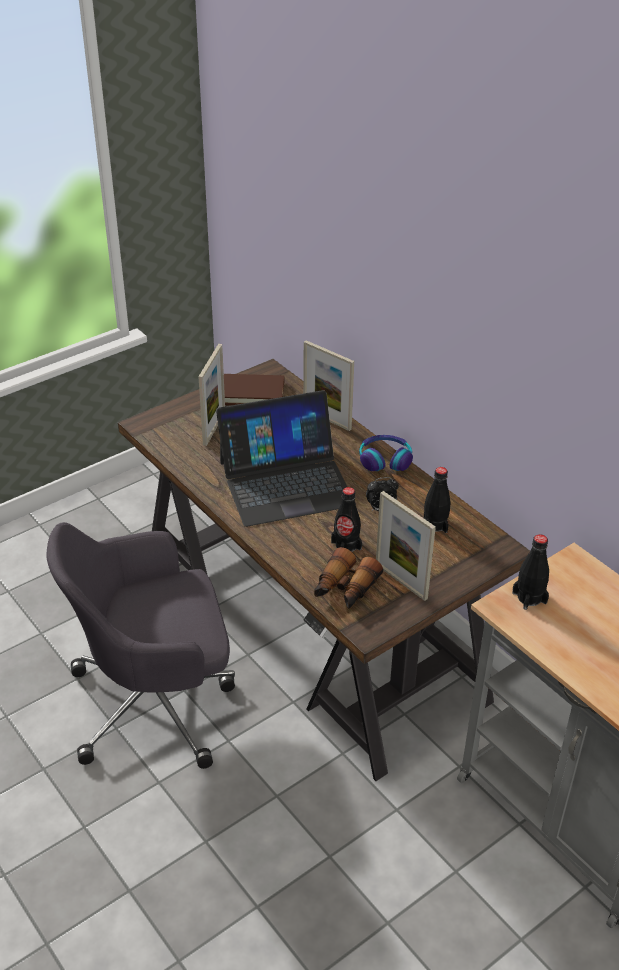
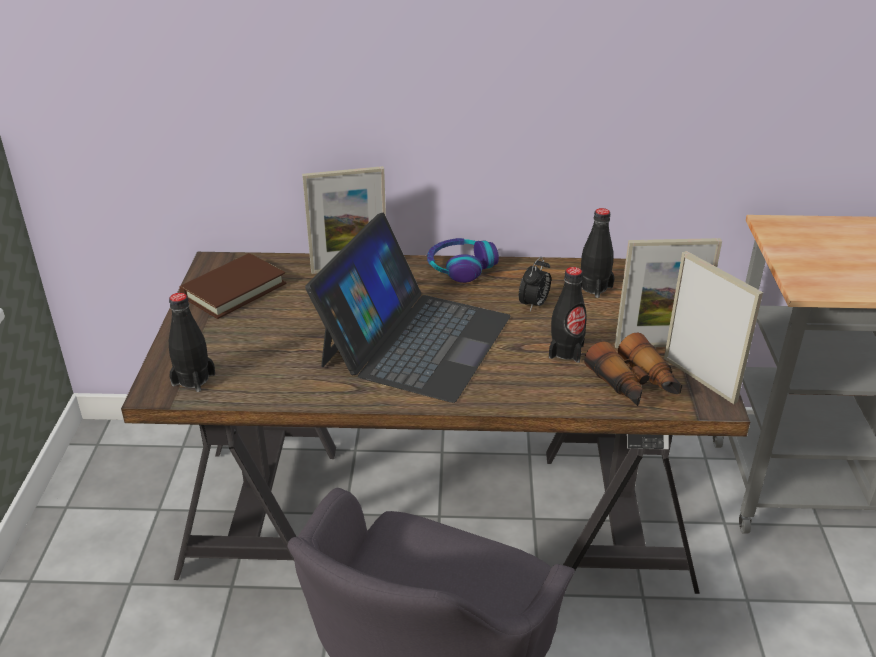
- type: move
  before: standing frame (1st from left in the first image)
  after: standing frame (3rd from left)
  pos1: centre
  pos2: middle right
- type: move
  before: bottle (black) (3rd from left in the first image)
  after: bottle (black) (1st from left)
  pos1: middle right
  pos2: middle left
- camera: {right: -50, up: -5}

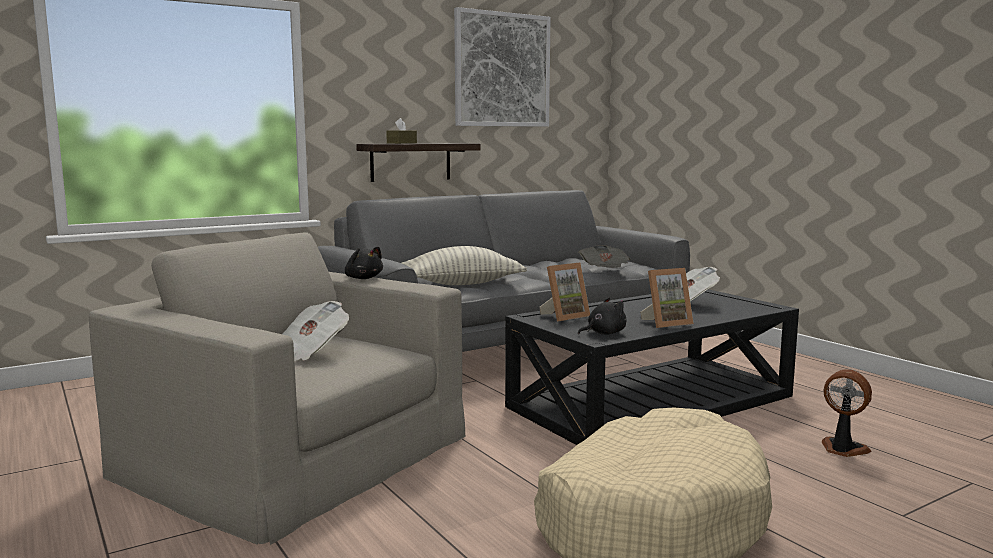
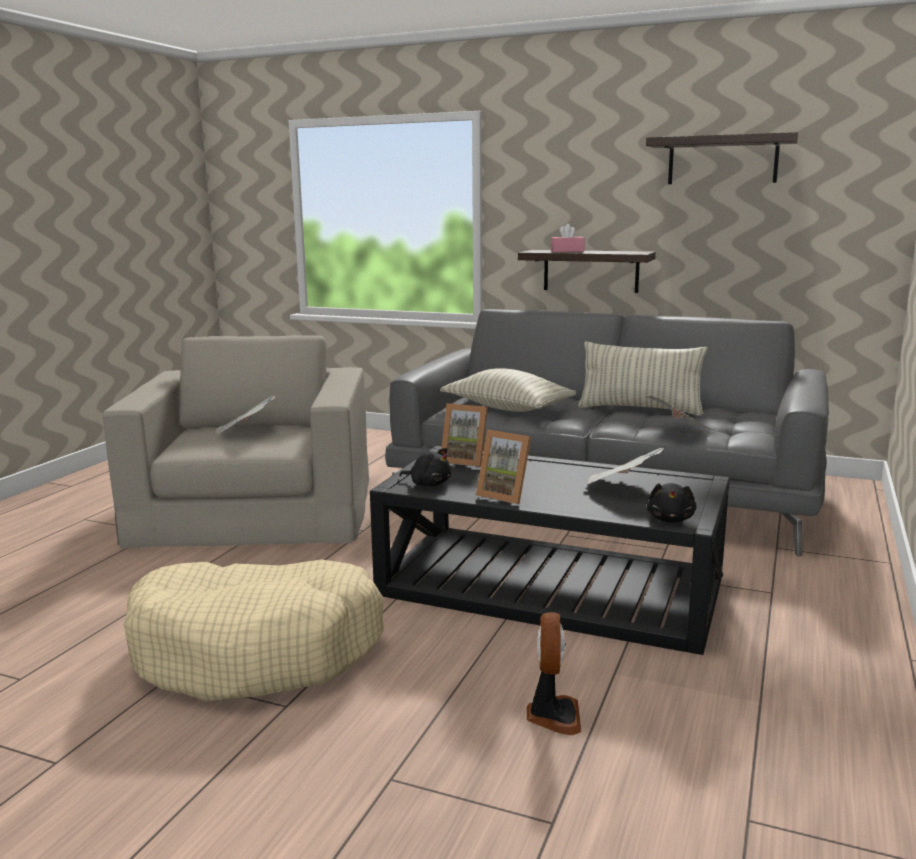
- type: insert
  after: cushion (2nd from left)
  pos2: middle right
- type: move
  before: soft toy (black) (1st from left in the first image)
  after: soft toy (black) (2nd from left)
  pos1: centre
  pos2: middle right
- type: replace
  before: wall art
  after: shelf (2nd from left)
  pos1: top centre
  pos2: top right
- type: recolor
  before: box of tissues (brown)
  after: box of tissues (pink)
  pos1: top centre
  pos2: top centre
- camera: {right: 55, up: 5}

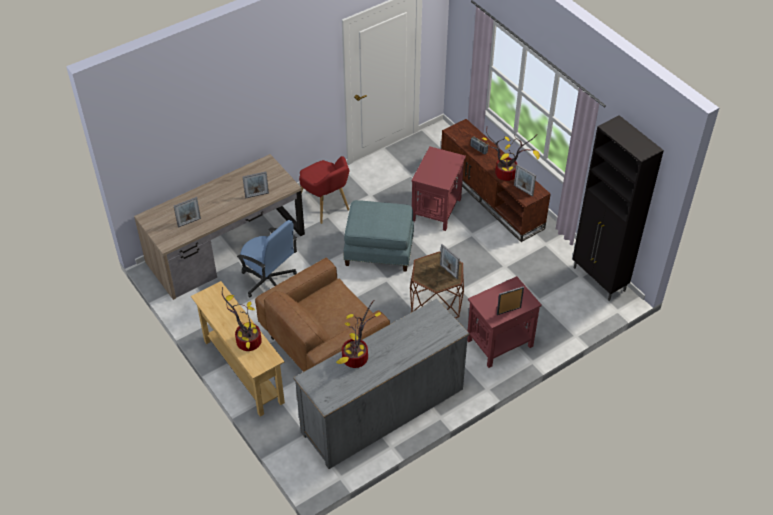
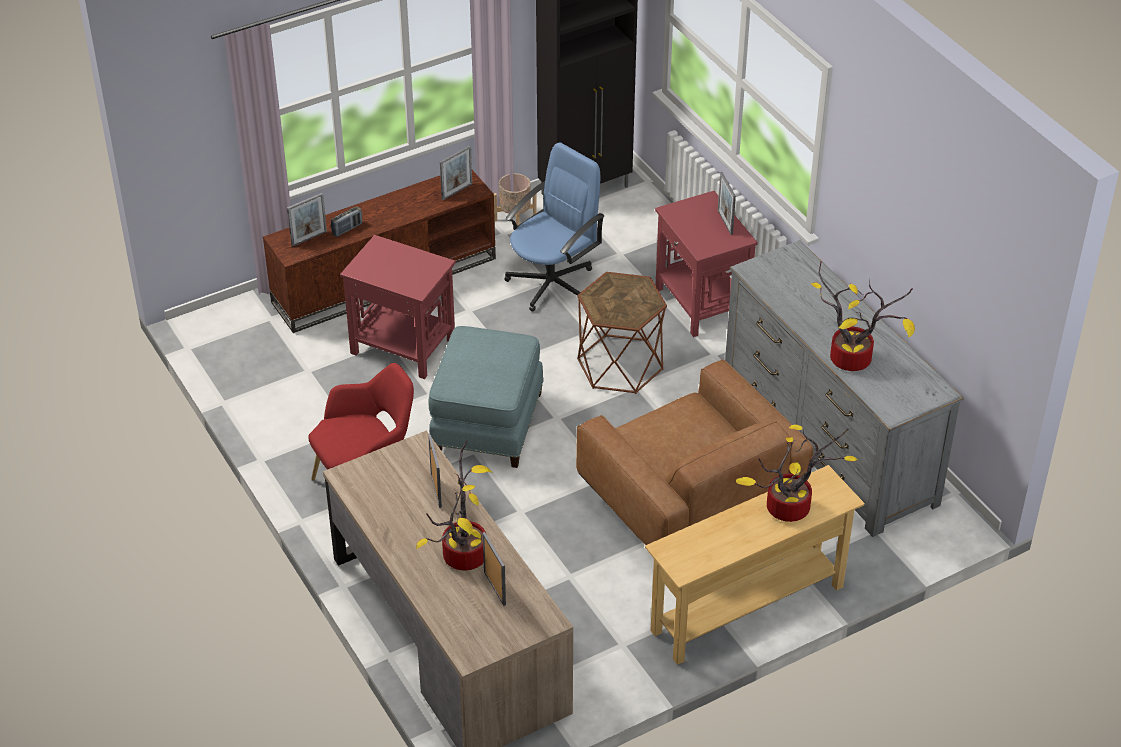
- type: insert
  after: flower pot (beige)
  pos2: top centre
- type: move
  before: office chair (bluish)
  pos1: centre
  pos2: top centre
- type: move
  before: standing frame (3rd from left in the first image)
  after: standing frame (1st from left)
  pos1: centre
  pos2: top left
- type: move
  before: potted plant (3rd from left in the first image)
  after: potted plant (1st from left)
  pos1: top centre
  pos2: bottom centre
- camera: {right: -85, up: -5}

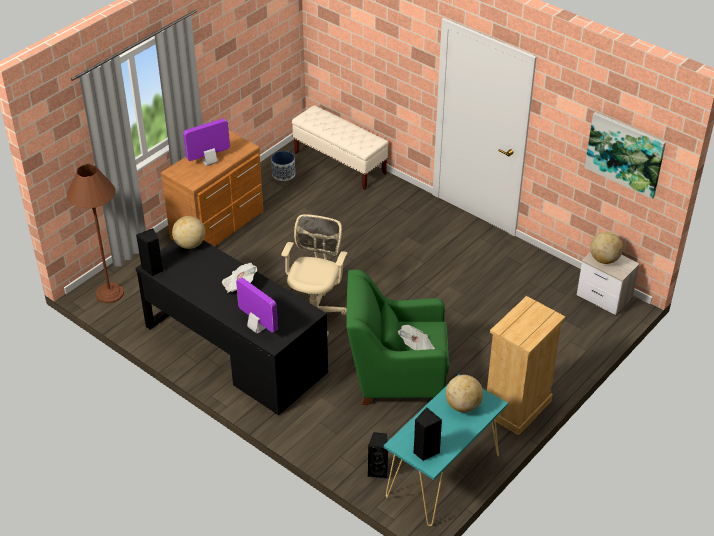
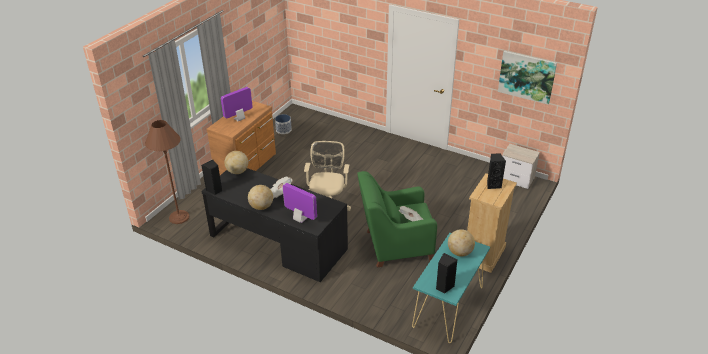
- type: delete
  before: long seat (beige)
  pos1: top centre
- type: move
  before: speaker (black) (2nd from left in the first image)
  after: speaker (black) (3rd from left)
  pos1: bottom centre
  pos2: middle right
- type: move
  before: desk globe (3rd from left in the first image)
  after: desk globe (2nd from left)
  pos1: middle right
  pos2: centre
- camera: {right: -10, up: -5}

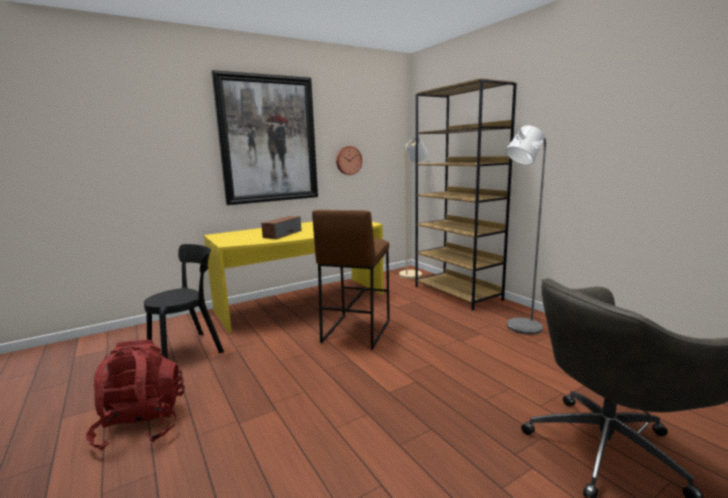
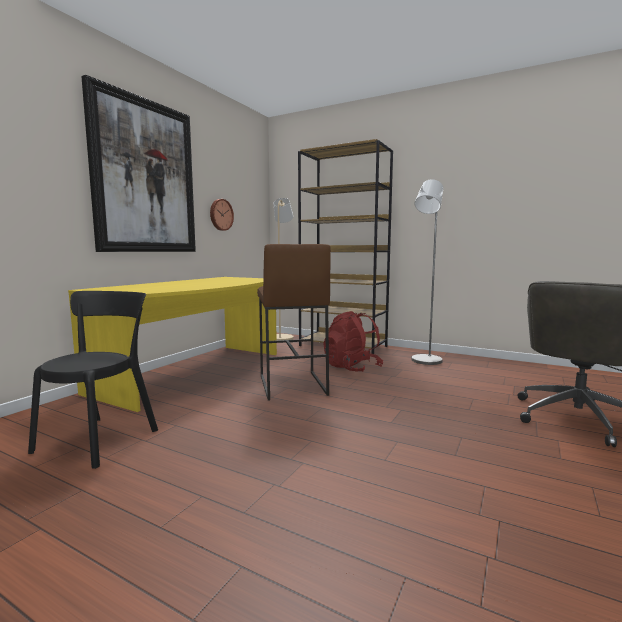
- type: delete
  before: speaker
  pos1: centre
- type: move
  before: knapsack (red)
  pos1: bottom left
  pos2: centre
- camera: {right: -30, up: -5}

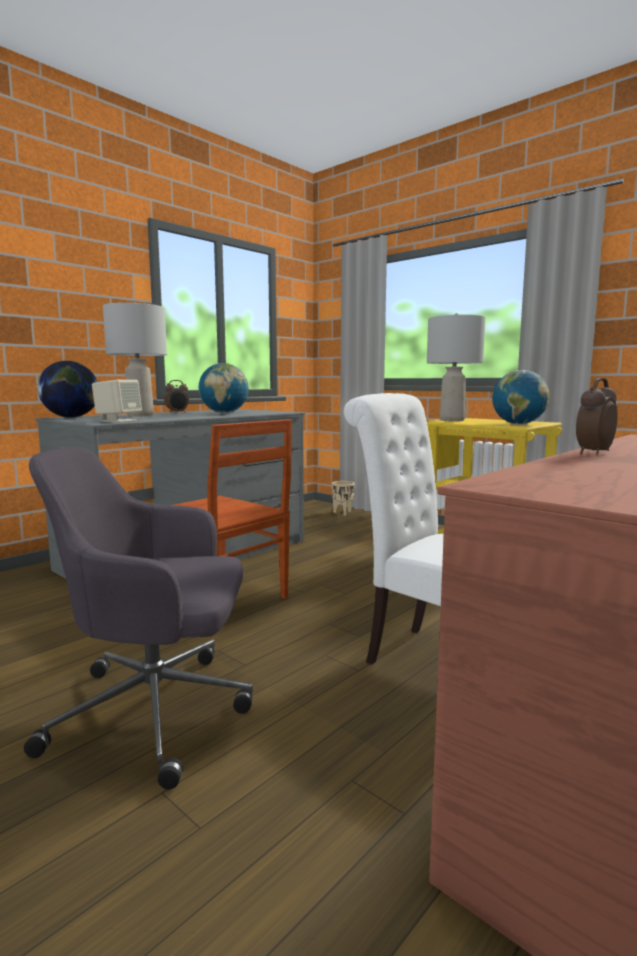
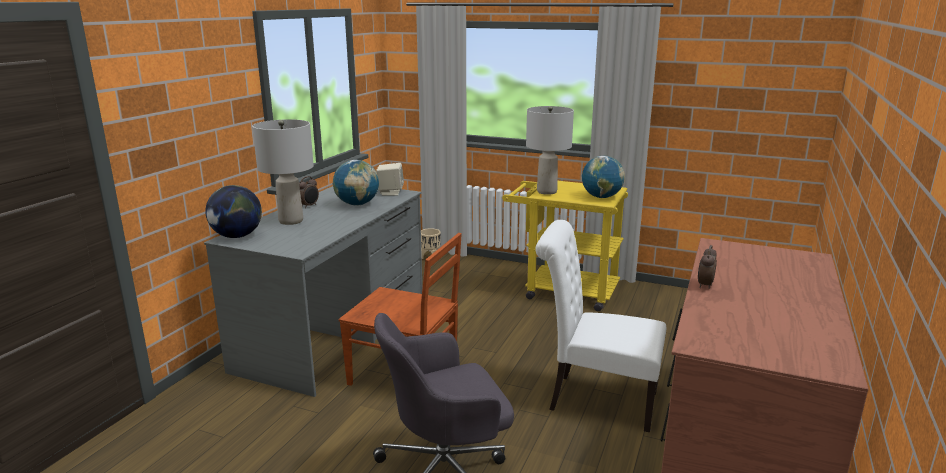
- type: move
  before: speaker (beige)
  pos1: middle left
  pos2: centre
- camera: {right: -20, up: 10}

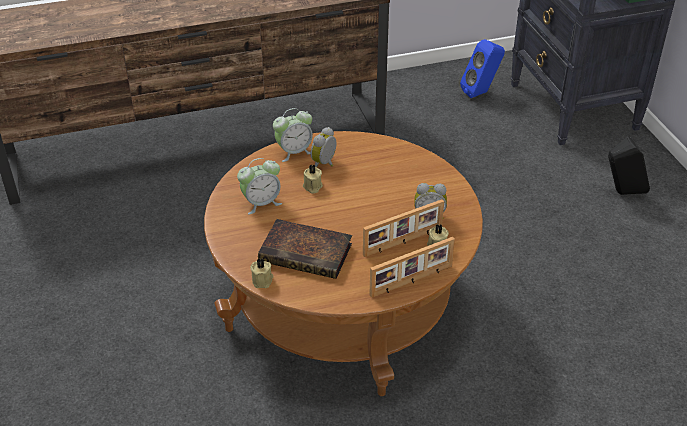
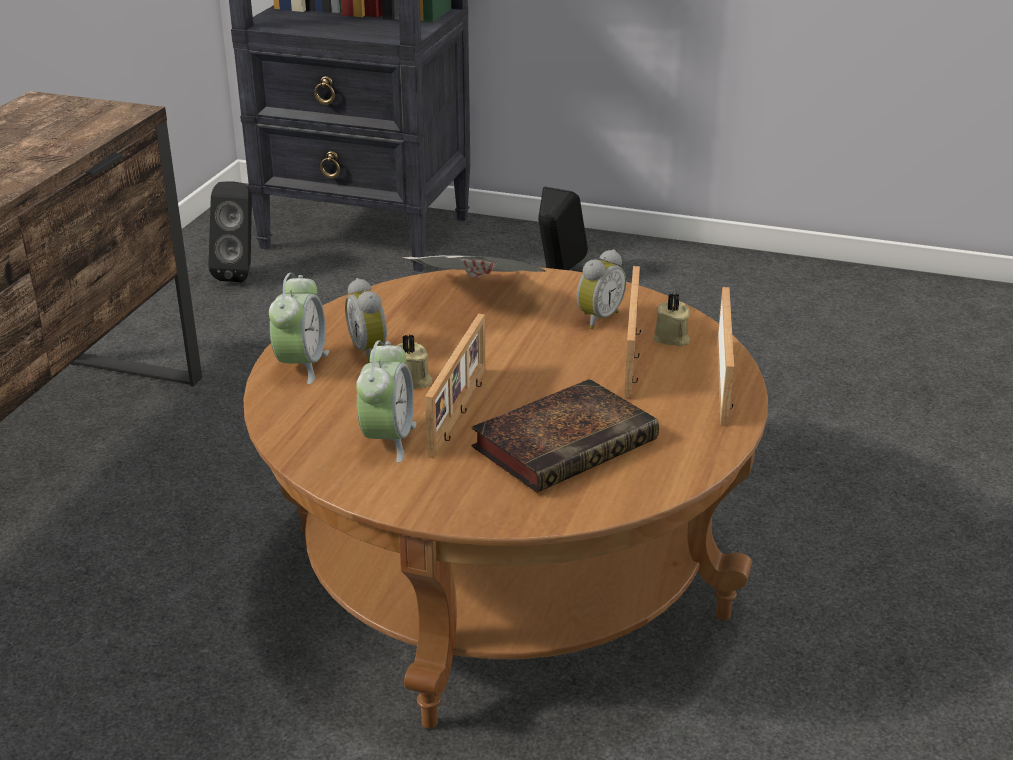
- type: delete
  before: wax candle (beige) (1st from left)
  pos1: centre
- type: insert
  after: newspaper
  pos2: centre
- type: insert
  after: standing frame (1st from left)
  pos2: centre
- type: recolor
  before: speaker (bluish)
  after: speaker (black) (1st from left)
  pos1: top right
  pos2: top left
- camera: {right: -55, up: -10}

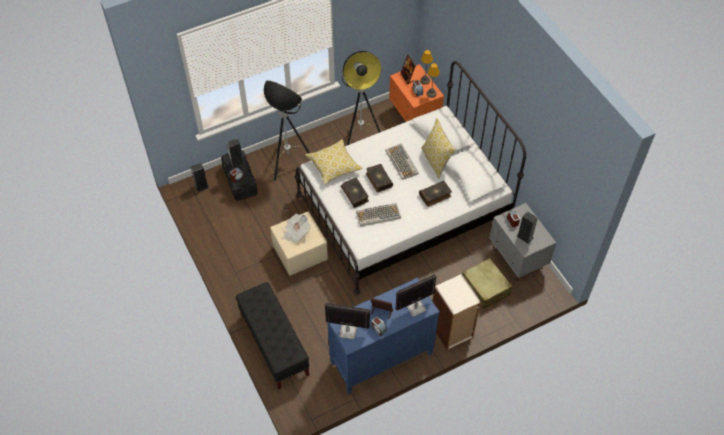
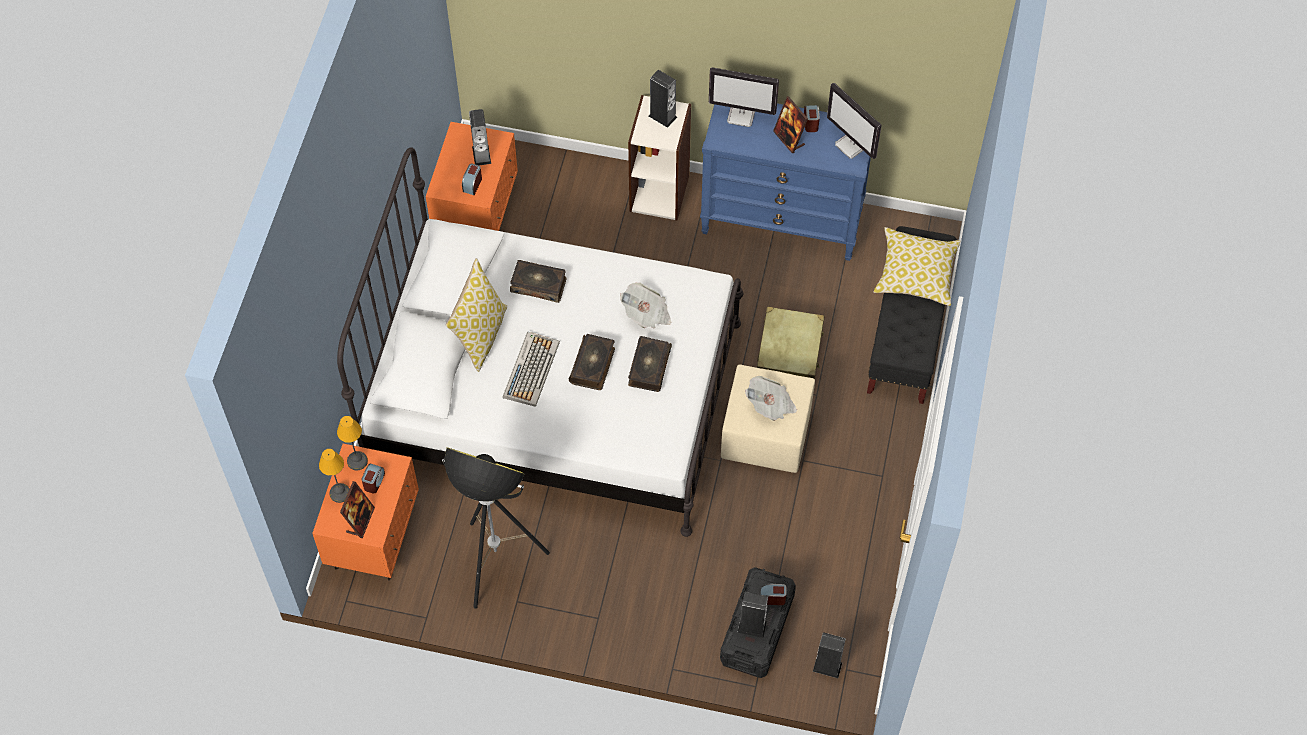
- type: delete
  before: standing lamp (1st from left)
  pos1: top centre
- type: insert
  after: speaker (2nd from left)
  pos2: top centre
- type: move
  before: cushion (1st from left in the first image)
  after: cushion (2nd from left)
  pos1: centre
  pos2: middle right
- type: move
  before: travel case (beige)
  pos1: middle right
  pos2: centre
- type: replace
  before: PC keyboard (1st from left)
  after: newspaper (1st from left)
  pos1: centre
  pos2: centre
- type: recolor
  before: bedside table (greyish)
  after: bedside table (orange-coloured) (2nd from left)
  pos1: middle right
  pos2: top centre
- camera: {right: -140, up: 5}

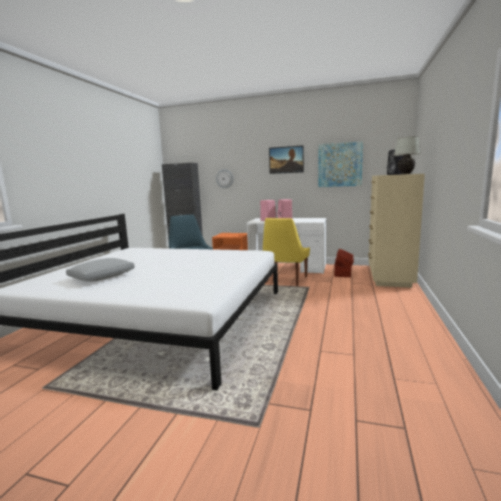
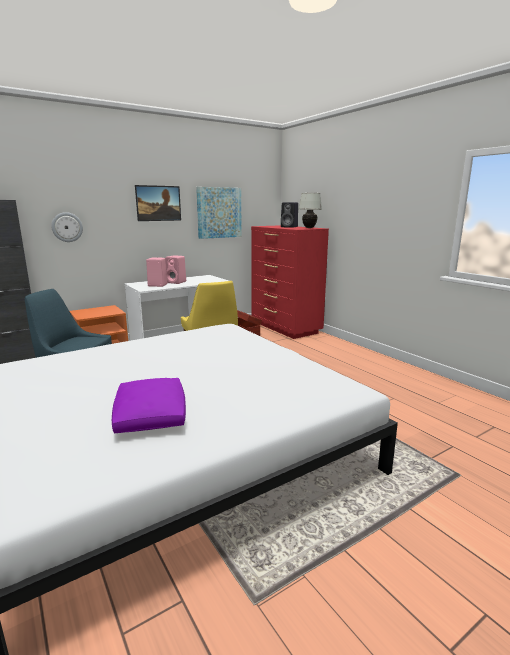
- type: recolor
  before: cushion (greyish)
  after: cushion (purple-coloured)
  pos1: middle left
  pos2: middle left
- type: recolor
  before: chest of drawers (beige)
  after: chest of drawers (red)
  pos1: middle right
  pos2: centre
- camera: {right: -50, up: 5}

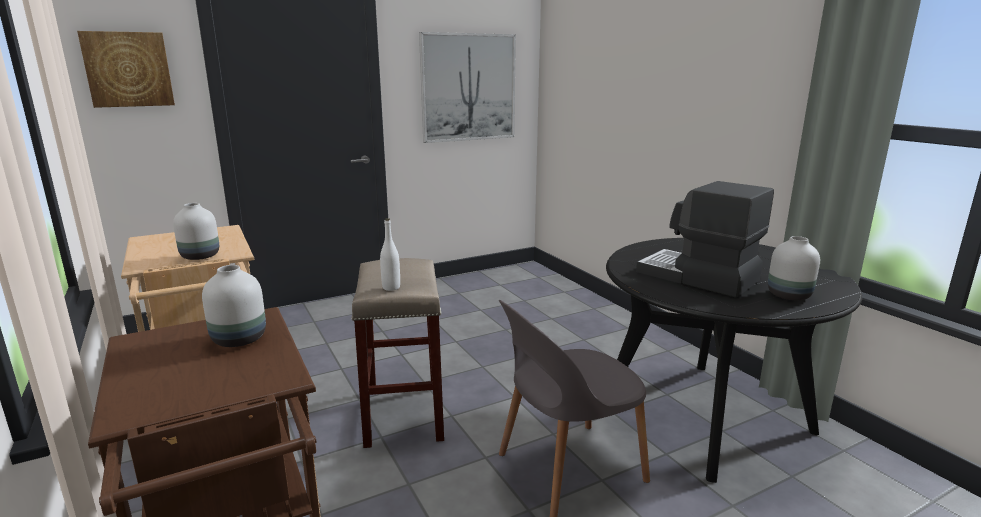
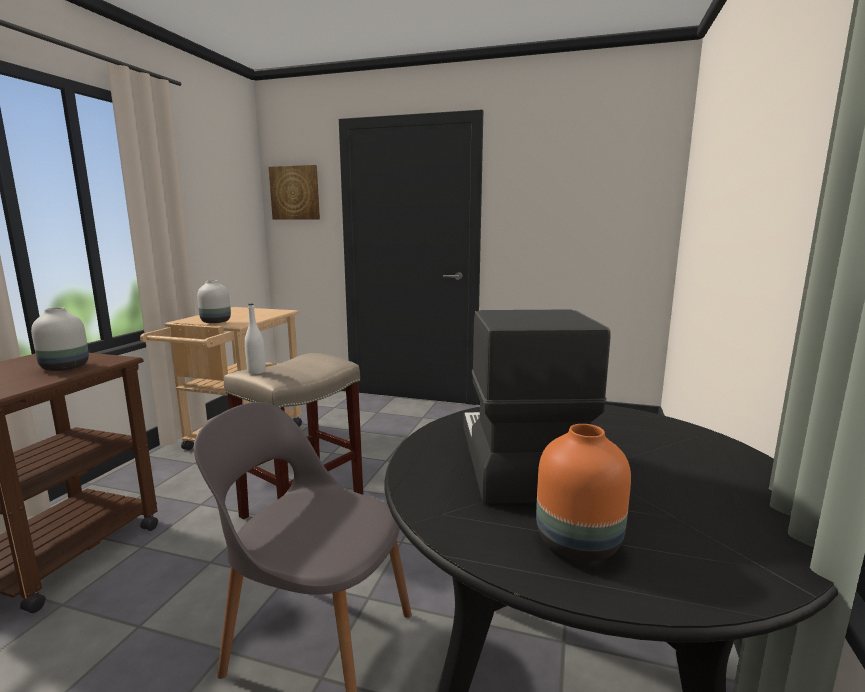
- type: delete
  before: wall art (2nd from left)
  pos1: top centre
- type: recolor
  before: decorative vase (white) (3rd from left)
  after: decorative vase (orange-coloured)
  pos1: middle right
  pos2: bottom right
- camera: {right: 45, up: -5}

